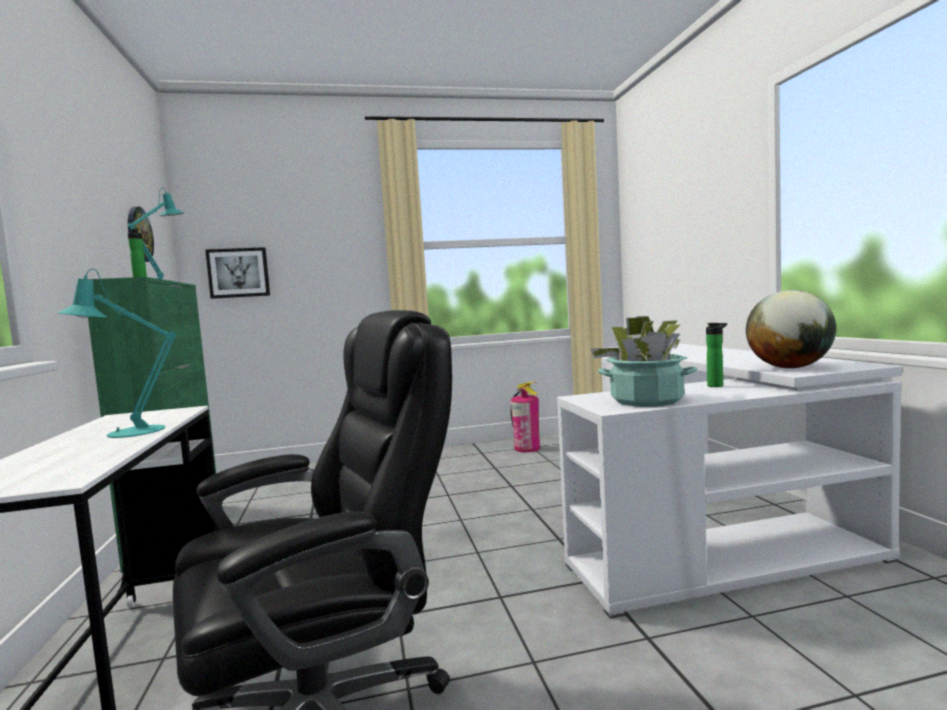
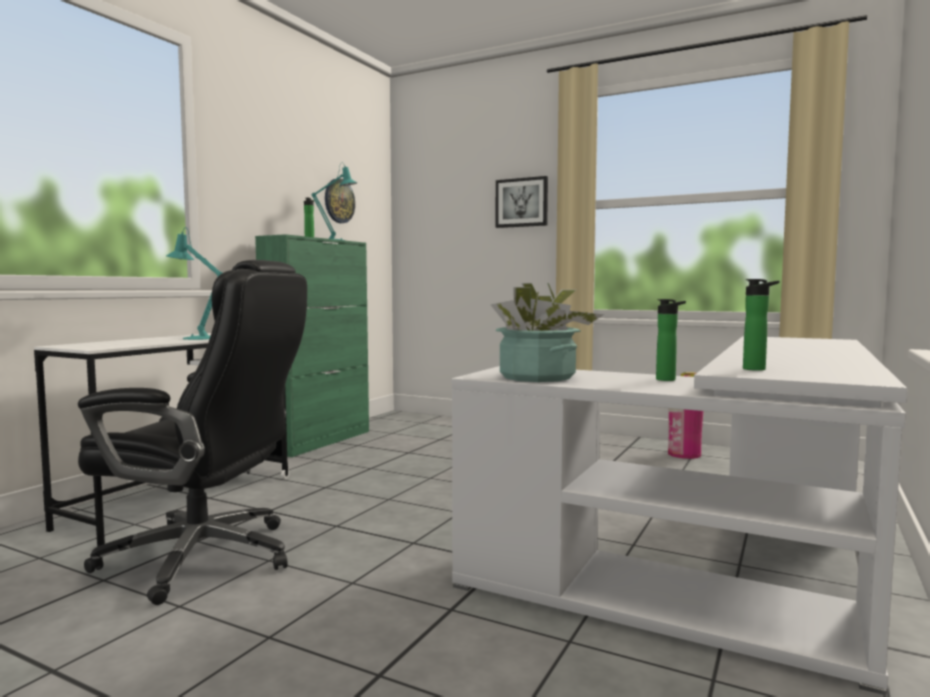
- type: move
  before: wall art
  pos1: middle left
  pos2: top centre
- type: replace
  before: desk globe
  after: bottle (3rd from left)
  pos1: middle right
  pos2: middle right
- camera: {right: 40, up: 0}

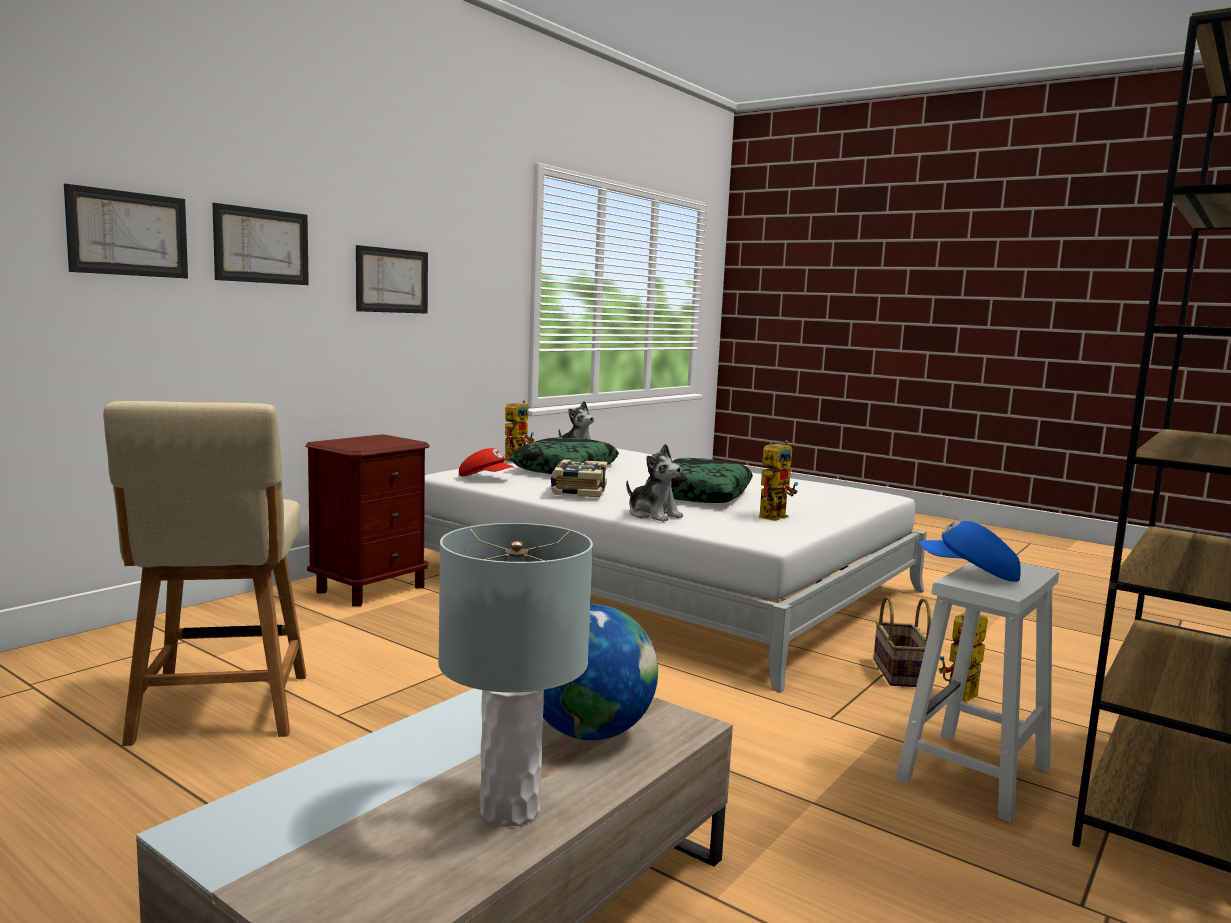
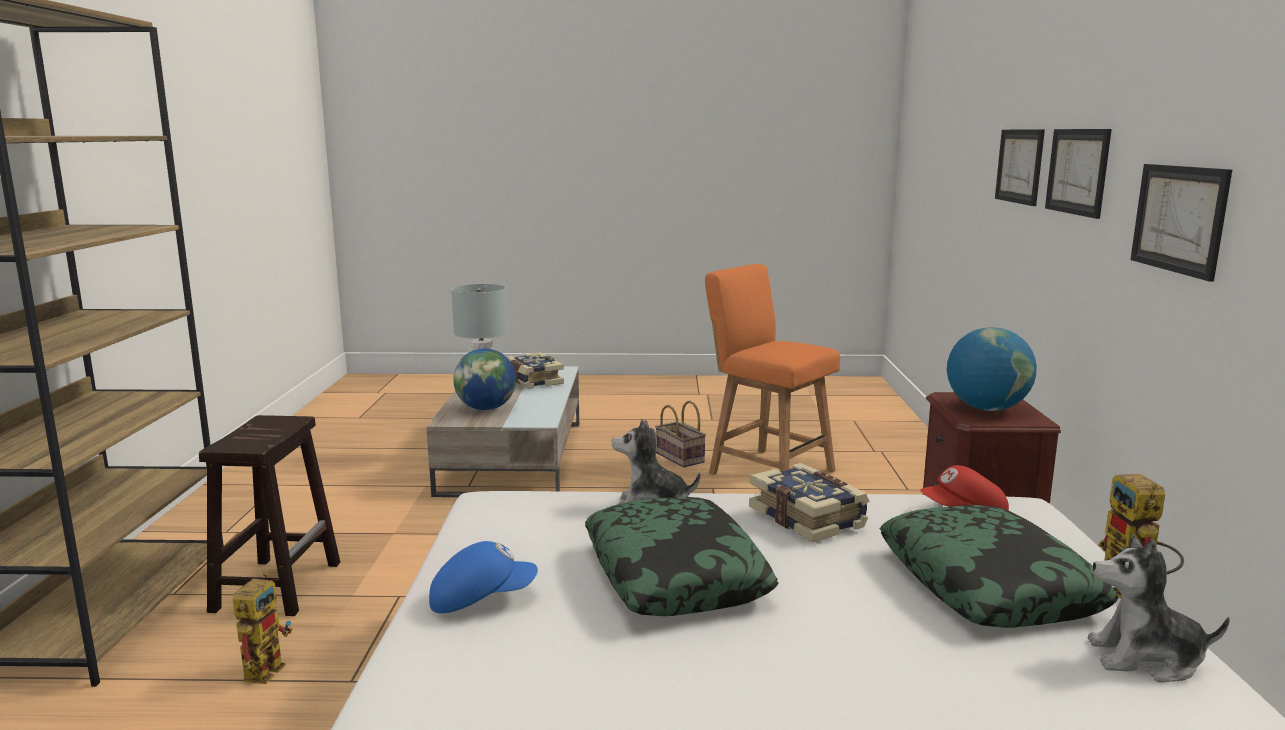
- type: delete
  before: toy robot (2nd from left)
  pos1: centre
- type: insert
  after: volume (1st from left)
  pos2: centre
- type: insert
  after: desk globe (2nd from left)
  pos2: middle right
- type: move
  before: household basket
  pos1: bottom right
  pos2: centre
- type: move
  before: baseball cap (bluish)
  pos1: middle right
  pos2: bottom centre
- type: recolor
  before: plain chair (beige)
  after: plain chair (orange-coloured)
  pos1: middle left
  pos2: centre
- type: recolor
  before: stool seat (white)
  after: stool seat (brown)
  pos1: bottom right
  pos2: bottom left
- camera: {right: 145, up: 5}

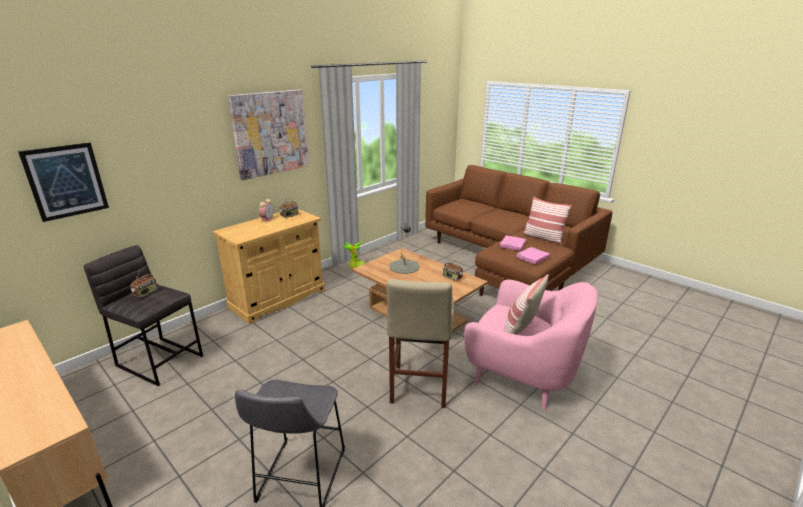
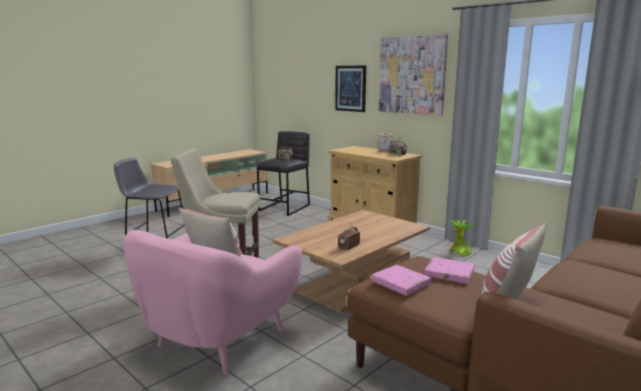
- type: delete
  before: table lamp (greyish)
  pos1: centre
- type: move
  before: wall art (1st from left)
  pos1: middle left
  pos2: top centre
- camera: {right: 90, up: -10}

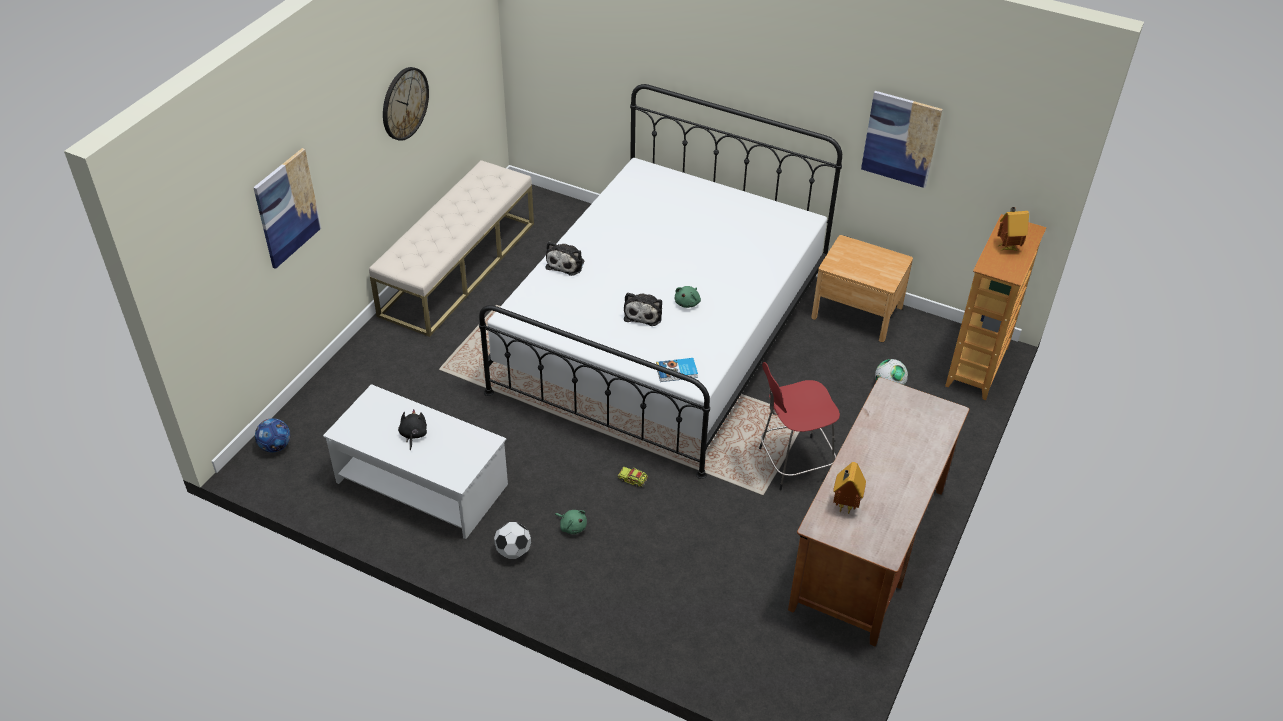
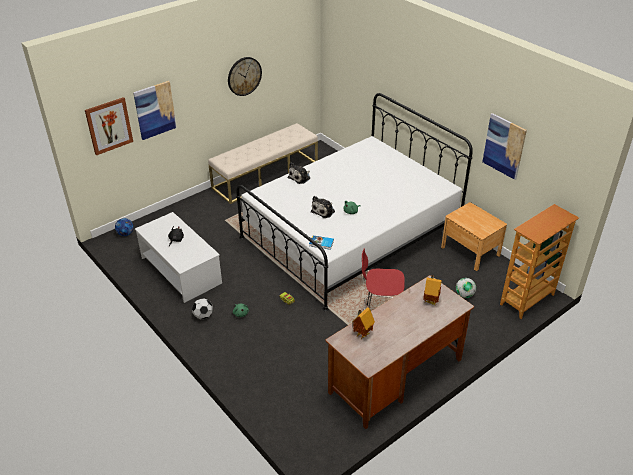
- type: insert
  after: wall art (1st from left)
  pos2: top left
- type: move
  before: model house (2nd from left)
  pos1: top right
  pos2: middle right
- camera: {right: 25, up: -5}

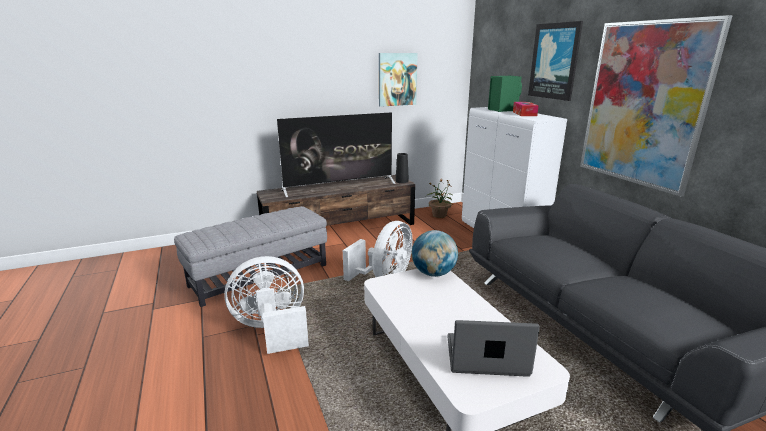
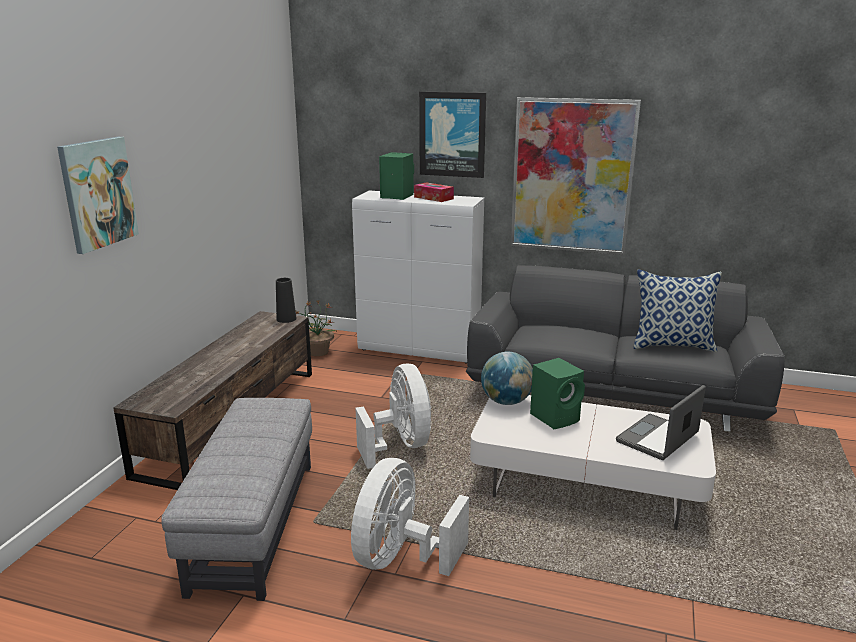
- type: delete
  before: television
  pos1: centre
- type: insert
  after: speaker (green) (2nd from left)
  pos2: centre
- type: insert
  after: cushion
  pos2: middle right
- type: move
  before: wall art (1st from left)
  pos1: top centre
  pos2: top left
- camera: {right: -50, up: 0}

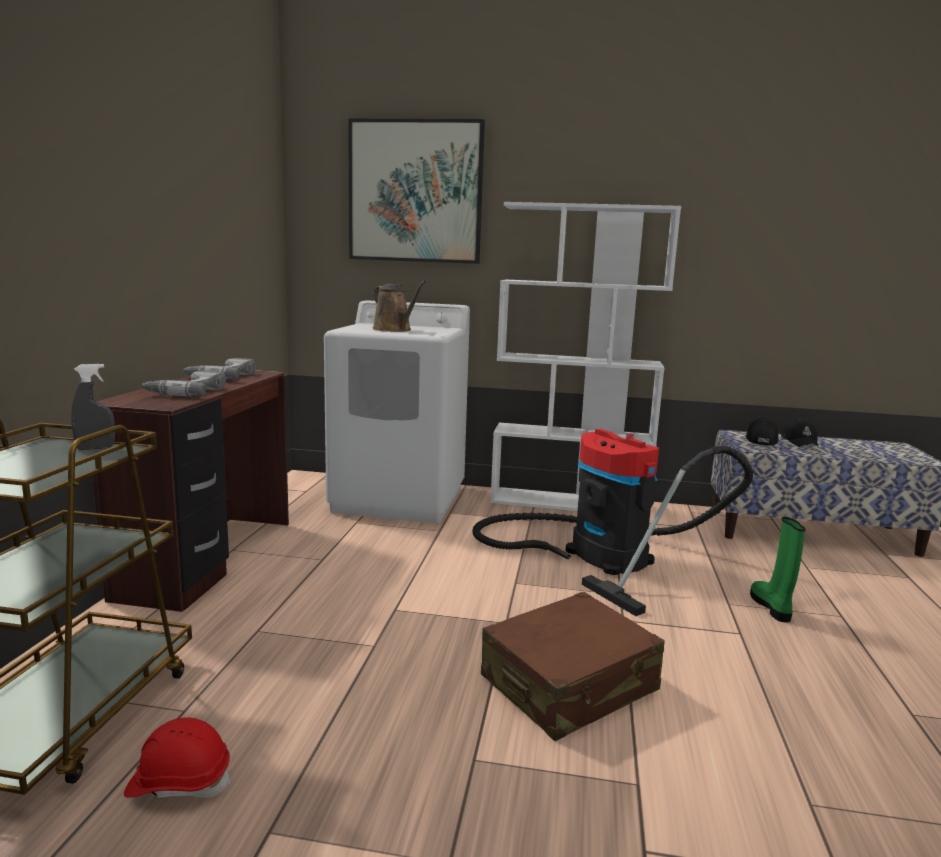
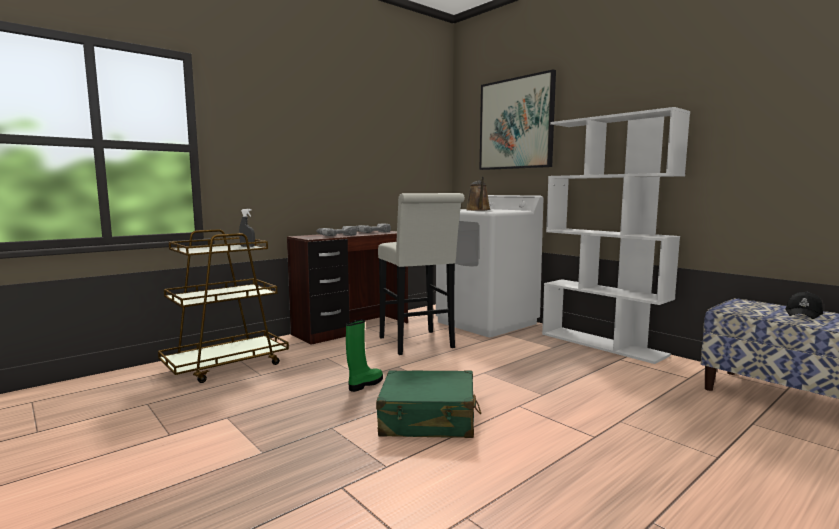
- type: delete
  before: safety helmet (red)
  pos1: bottom left
- type: delete
  before: vacuum cleaner
  pos1: centre
- type: delete
  before: baseball cap (black) (1st from left)
  pos1: middle right
- type: insert
  after: stool seat (white)
  pos2: centre
- type: move
  before: tall boot (green)
  pos1: middle right
  pos2: bottom centre
- type: recolor
  before: travel case (brown)
  after: travel case (green)
  pos1: bottom centre
  pos2: bottom centre
- camera: {right: 40, up: -5}

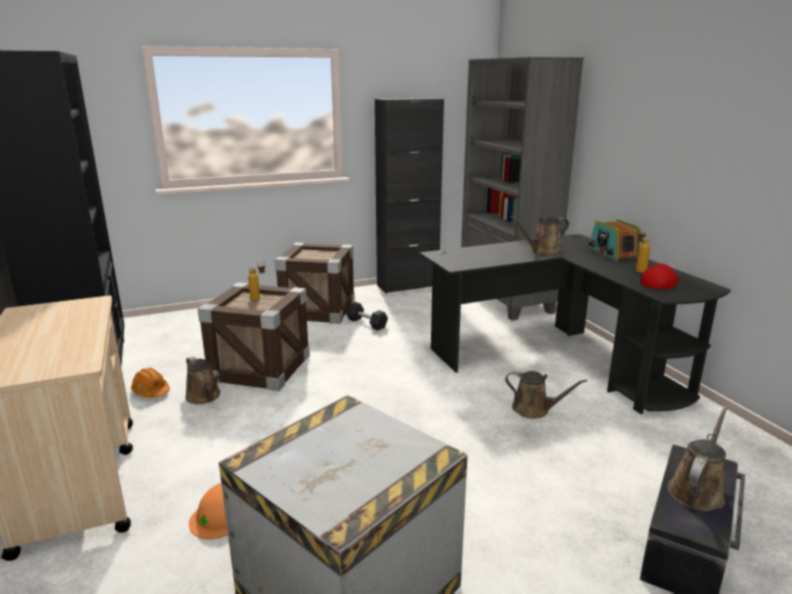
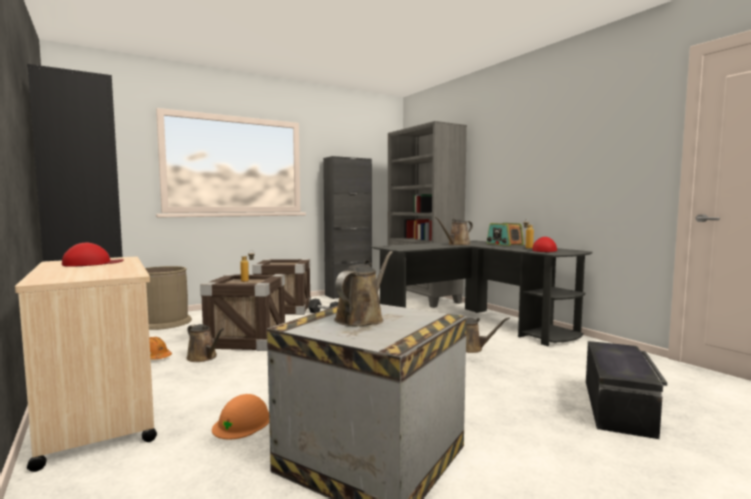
- type: insert
  after: baseball cap (red) (1st from left)
  pos2: middle left
- type: insert
  after: waste bin (brown)
  pos2: middle left
- type: move
  before: watering pot (brown) (4th from left in the first image)
  after: watering pot (brown) (2nd from left)
  pos1: bottom right
  pos2: centre
- camera: {right: -10, up: -15}

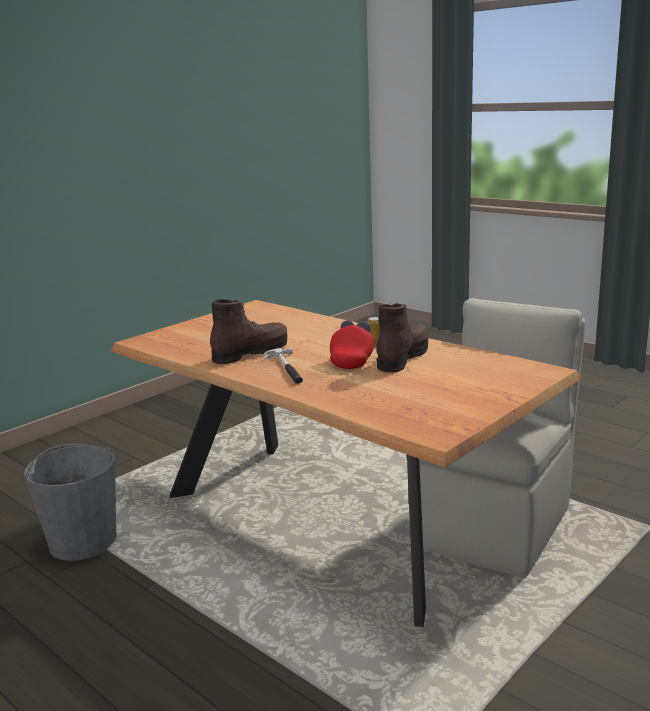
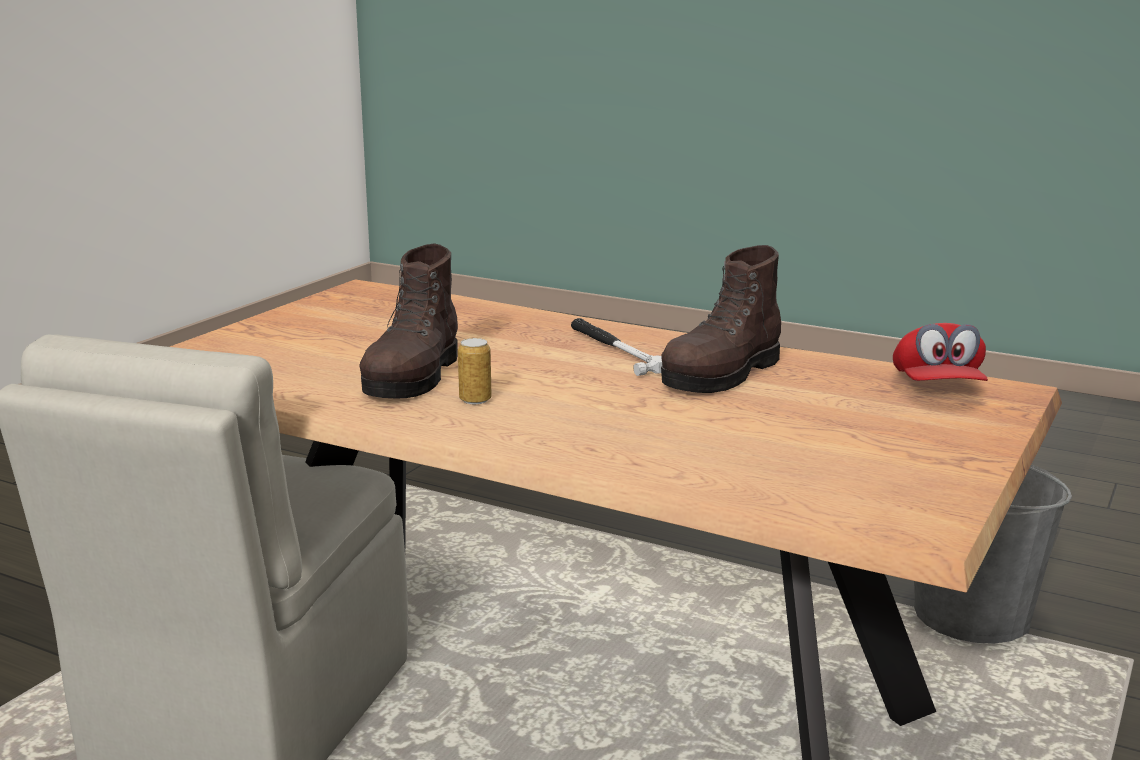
- type: move
  before: baseball cap (red)
  pos1: centre
  pos2: middle right
- camera: {right: 165, up: 0}

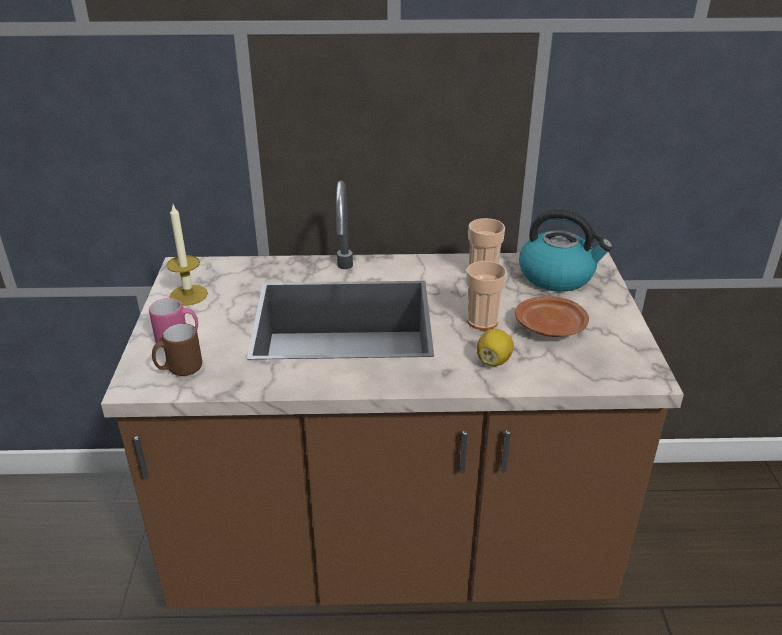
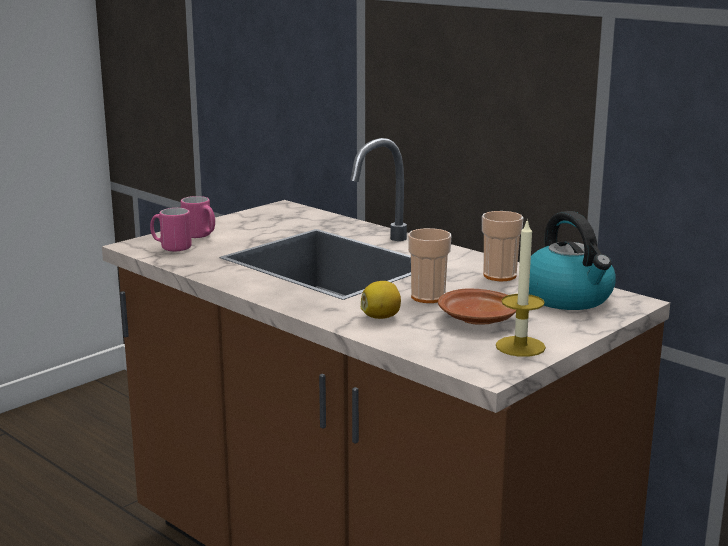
- type: move
  before: wax candle
  pos1: middle left
  pos2: middle right
- type: recolor
  before: tea mug (brown)
  after: tea mug (pink) (1st from left)
  pos1: middle left
  pos2: middle left
- camera: {right: 45, up: -15}

